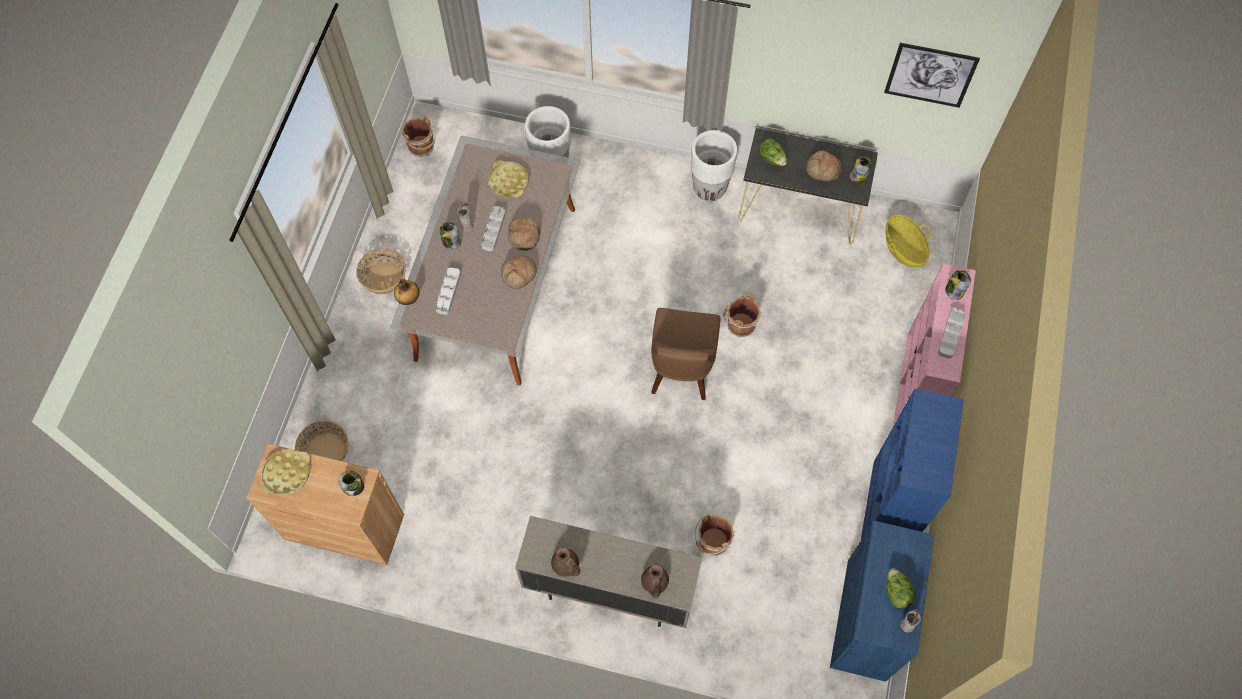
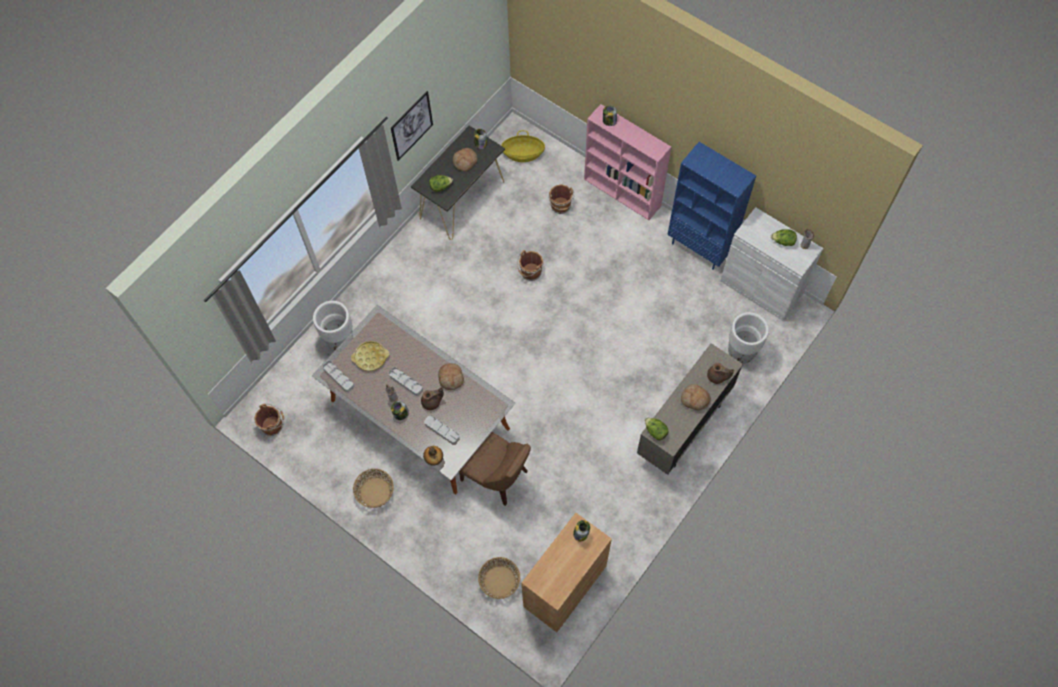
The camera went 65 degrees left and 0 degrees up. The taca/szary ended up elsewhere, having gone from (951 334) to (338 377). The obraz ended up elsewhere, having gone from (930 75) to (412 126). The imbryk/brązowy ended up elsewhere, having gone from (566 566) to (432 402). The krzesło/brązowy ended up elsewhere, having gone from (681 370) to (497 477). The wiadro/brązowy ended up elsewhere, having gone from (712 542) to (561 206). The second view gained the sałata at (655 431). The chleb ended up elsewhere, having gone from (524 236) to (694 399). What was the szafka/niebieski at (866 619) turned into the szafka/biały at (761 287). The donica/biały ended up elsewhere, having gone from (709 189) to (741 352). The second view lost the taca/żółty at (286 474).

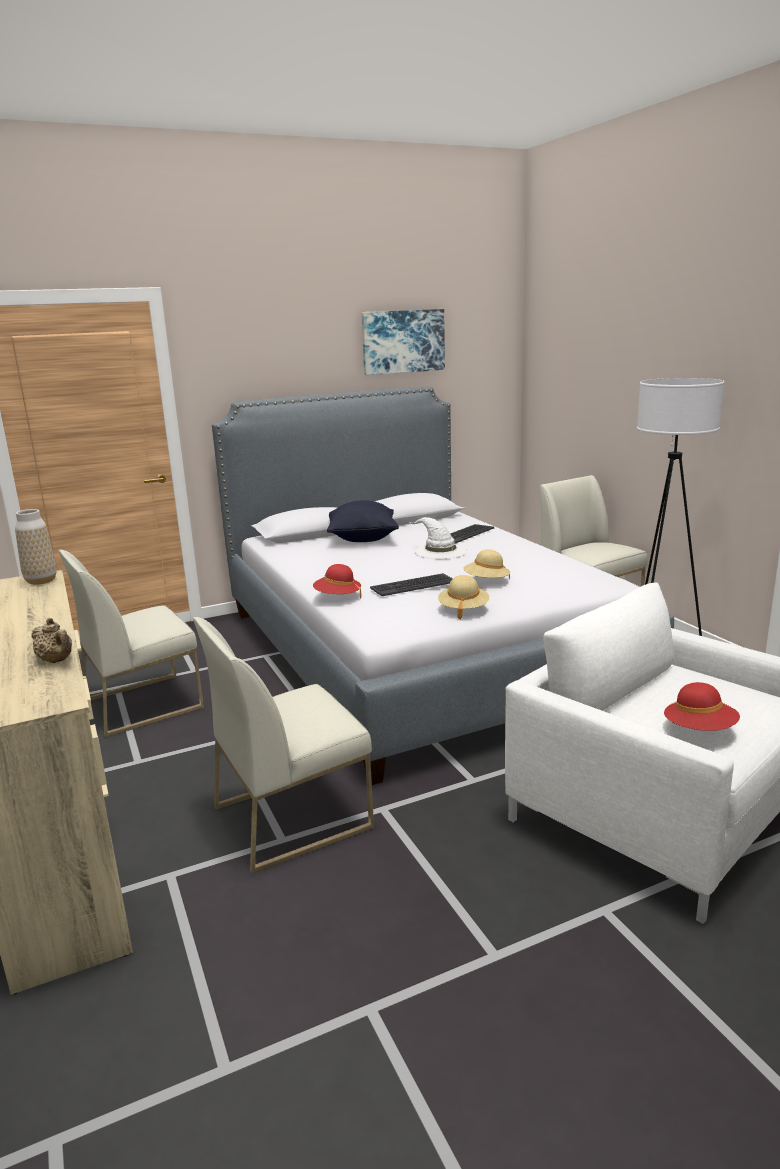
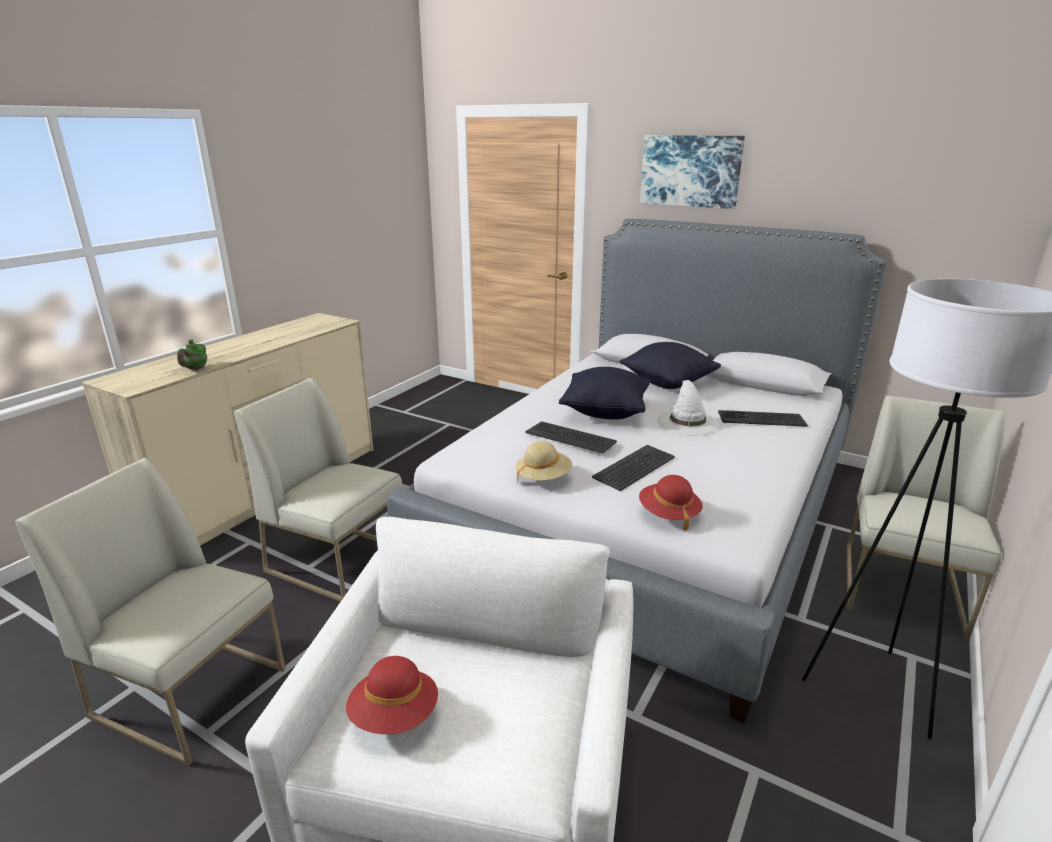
The camera went 55 degrees right and 5 degrees up. The krzesło/biały ended up elsewhere, having gone from (143 703) to (193 691). What was the imbryk/beżowy at (57 661) turned into the imbryk/zielony at (195 369). The second view gained the poduszka/czarny at (605 412). Where the kapelusz/beżowy stood at (486 581), the klawiatura came to stand at (635 468). The kapelusz/czerwony ended up elsewhere, having gone from (337 597) to (668 514). The obraz ended up elsewhere, having gone from (402 341) to (690 171). The second view lost the wazon at (41 581).

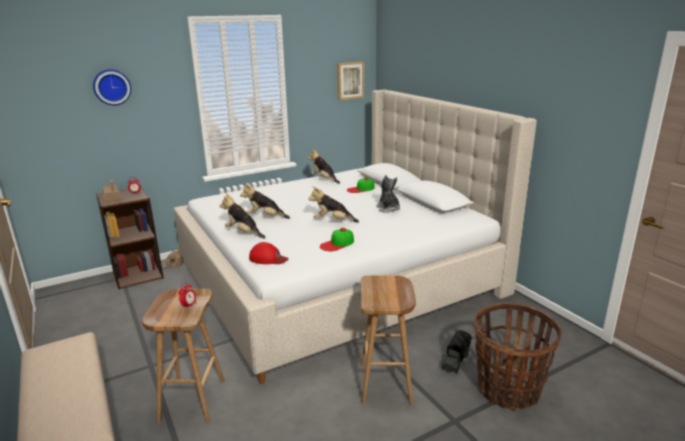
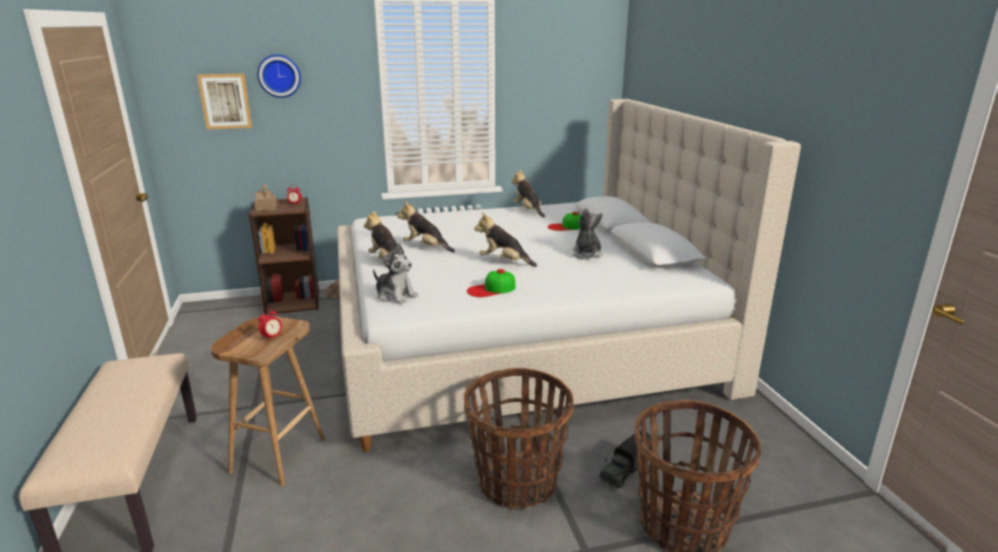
The camera went 15 degrees right and 0 degrees up. The obraz ended up elsewhere, having gone from (350 80) to (225 101). Where the czapka z daszkiem/czerwony stood at (268 258), the pluszak came to stand at (395 295). Where the stołek/brązowy stood at (386 384), the koszyk came to stand at (517 483).

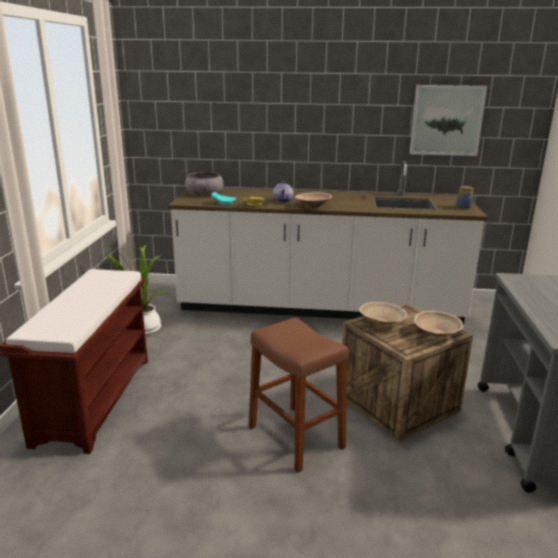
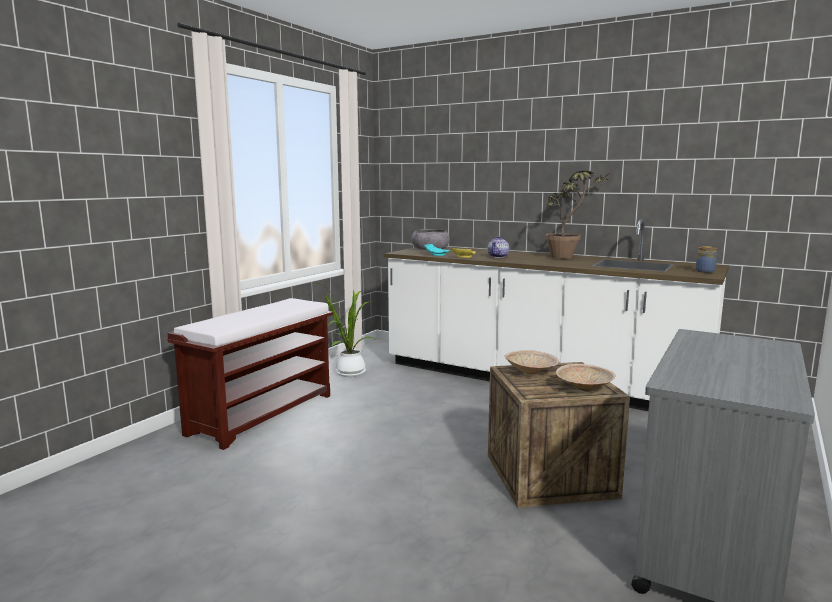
The camera went 25 degrees right and 10 degrees down. The second view gained the roślina doniczkowa at (569 257). The second view lost the stołek/brązowy at (296 437). The second view lost the miska/beżowy at (312 206). The second view lost the obraz at (446 120).

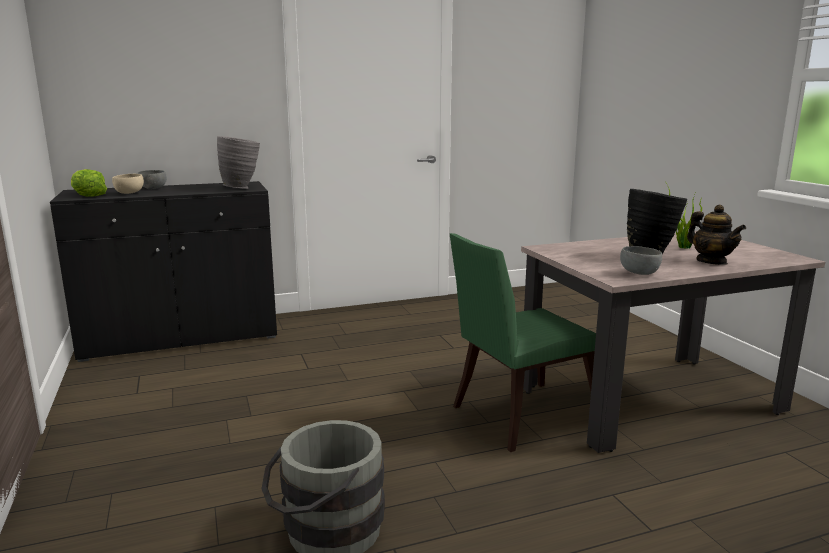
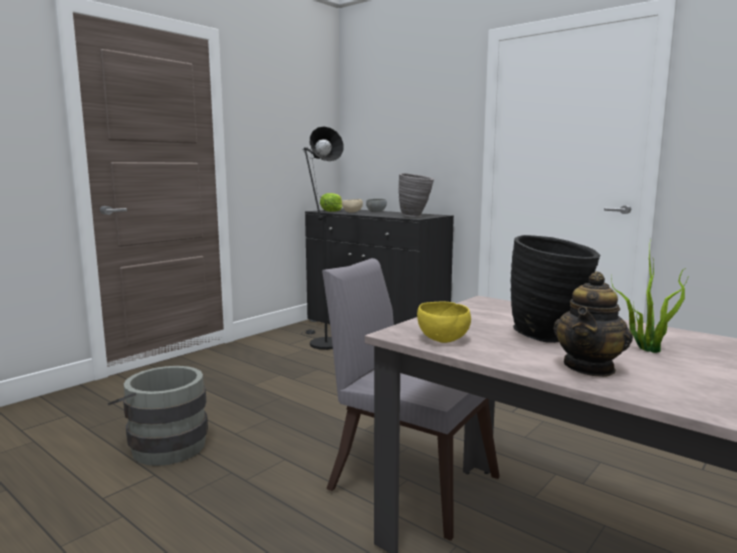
The camera went 60 degrees right and 5 degrees down. The second view gained the lampa stojąca/czarny at (322 342). What was the krzesło/zielony at (517 417) turned into the krzesło/szary at (405 479). What was the miska/szary at (639 273) turned into the miska/żółty at (443 339).

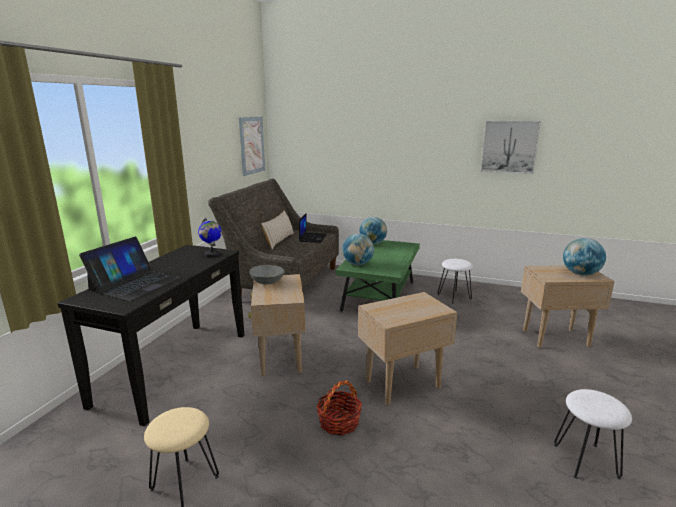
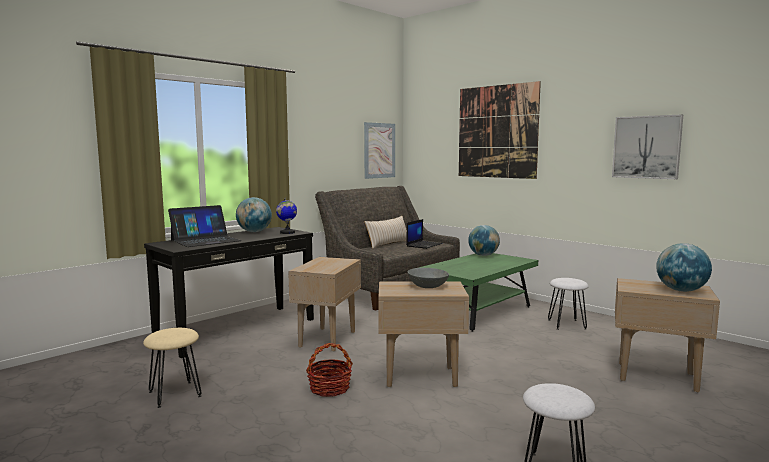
The camera went 25 degrees right and 10 degrees down. The globus ended up elsewhere, having gone from (357 264) to (254 232). The miska/szary ended up elsewhere, having gone from (266 282) to (427 286). The second view gained the obraz at (496 132).

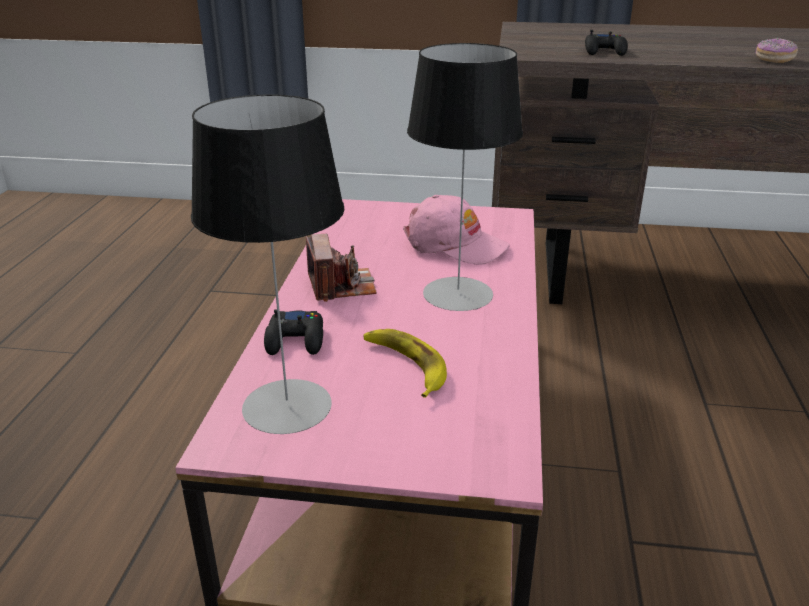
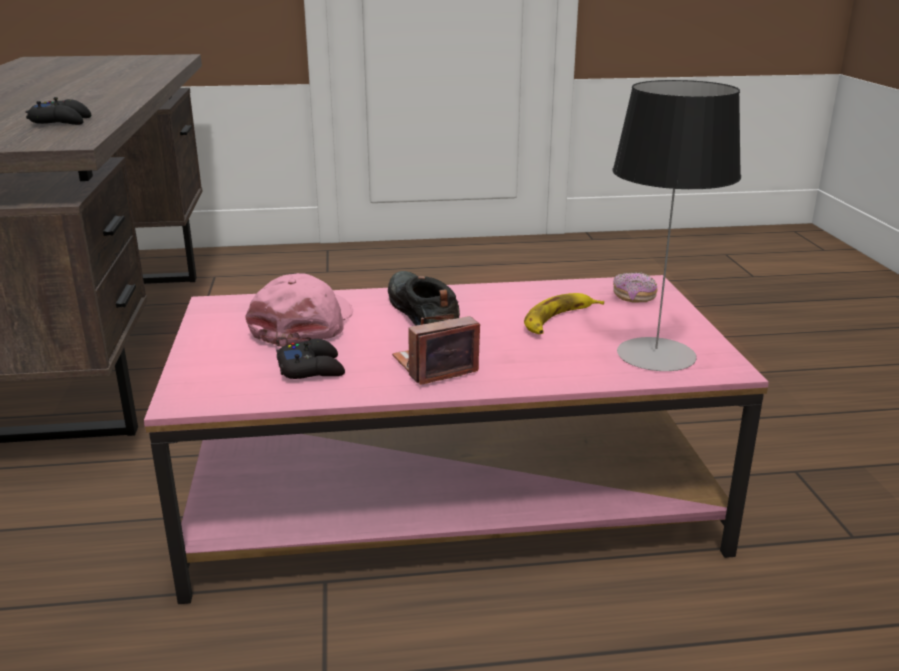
The camera went 105 degrees left and 5 degrees down. The pad do gier/czarny ended up elsewhere, having gone from (296 340) to (311 368). Where the lampa stołowa stood at (458 294), the but/czarny came to stand at (422 313). The donut ended up elsewhere, having gone from (774 60) to (634 297).

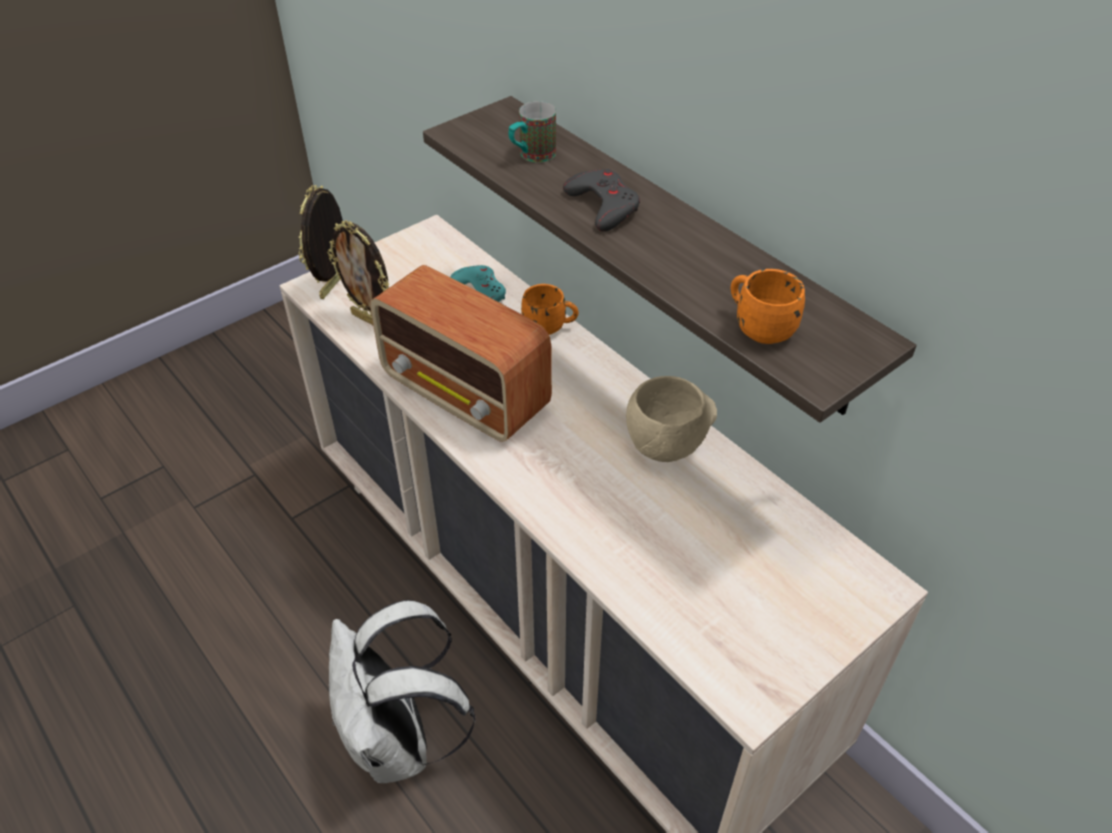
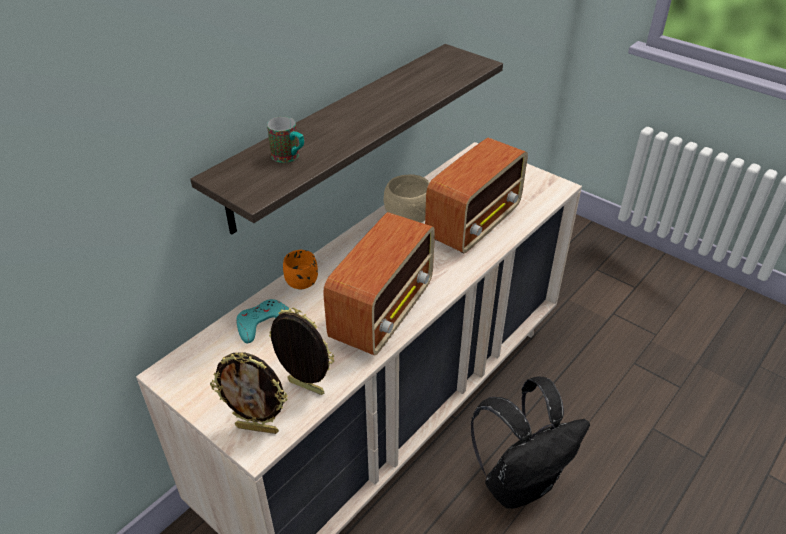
The camera went 100 degrees left and 5 degrees down. The ramka na zdjęcie at (369 320) ended up facing another way, 90 degrees counterclockwise from before. The second view gained the radio at (474 223). What was the plecak/biały at (399 742) turned into the plecak/czarny at (519 482). The second view lost the pad do gier/szary at (603 206). The second view lost the kubek/pomarańczowy at (758 327).

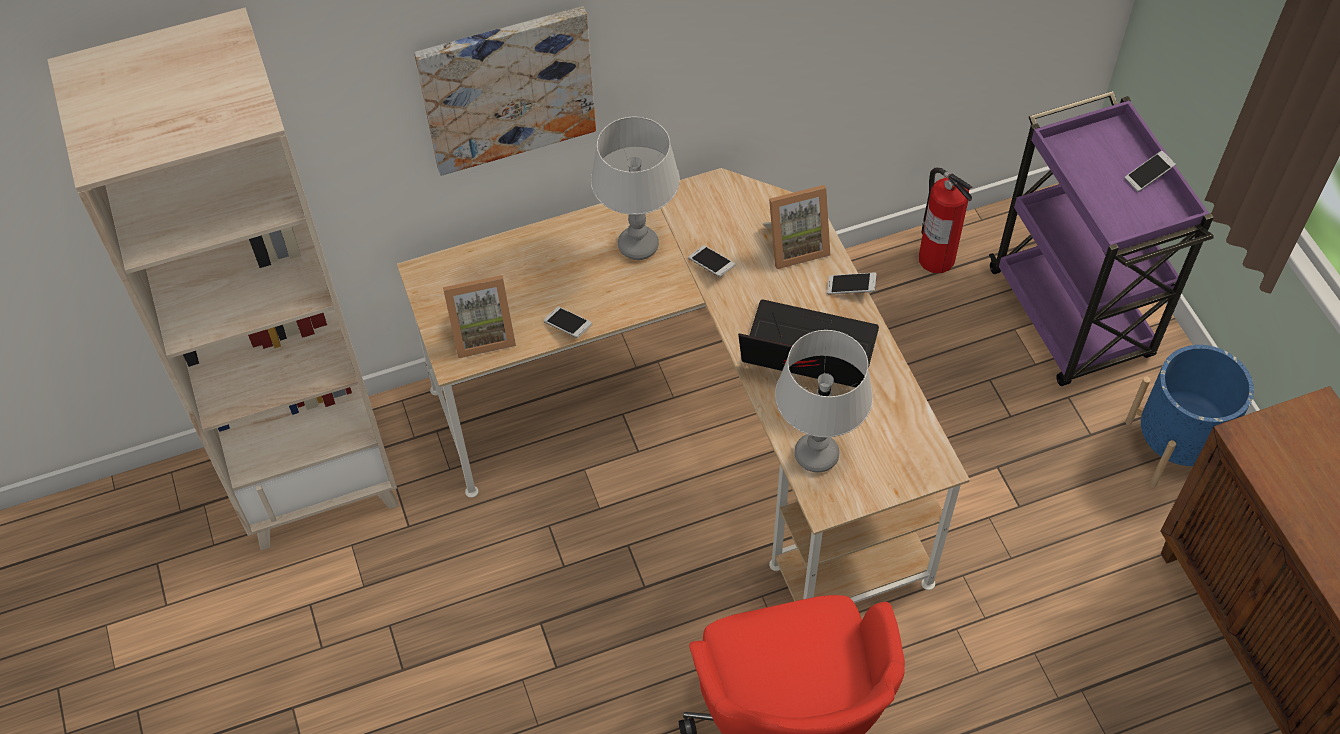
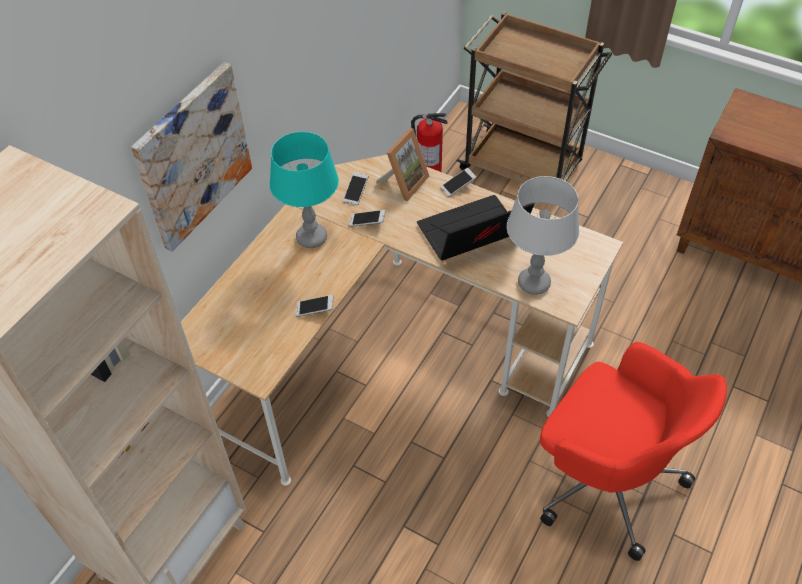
The camera went 40 degrees left and 5 degrees down. What was the lampa stołowa/szary at (638 246) turned into the lampa stołowa/turkusowy at (312 238). The telefon ended up elsewhere, having gone from (1148 176) to (356 192). What was the wózek/fioletowy at (1071 317) turned into the wózek/brązowy at (523 168). The second view lost the ramka na zdjęcie at (482 333). The second view lost the donica/niebieski at (1175 447).

